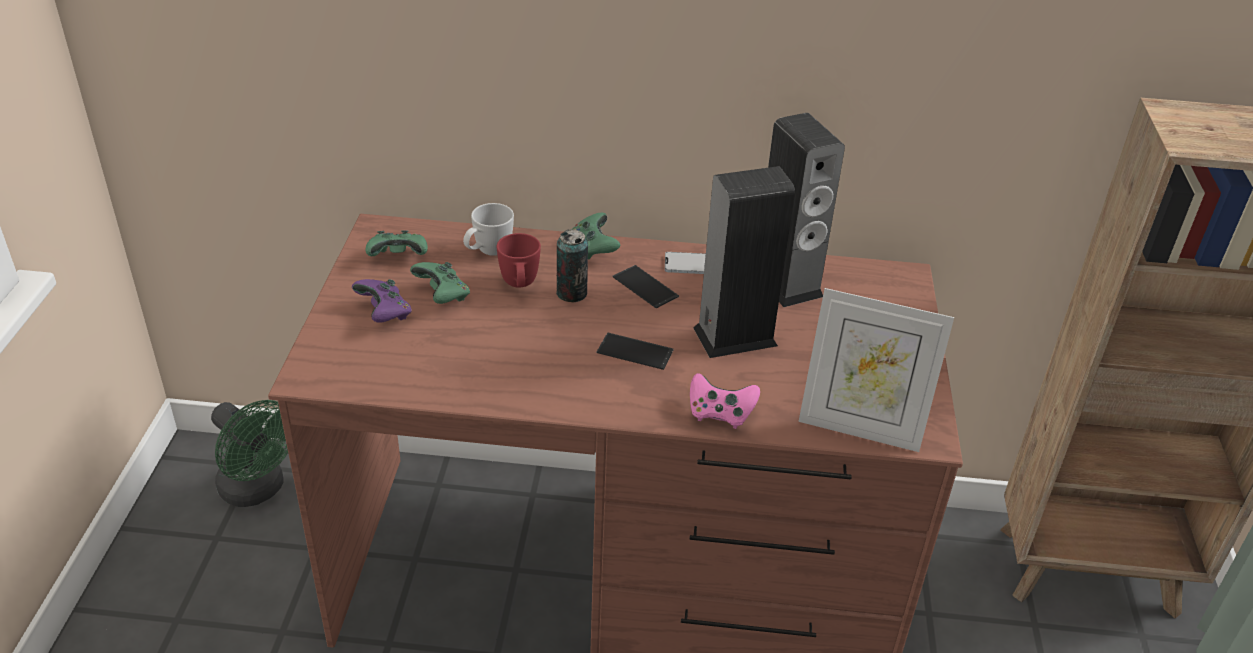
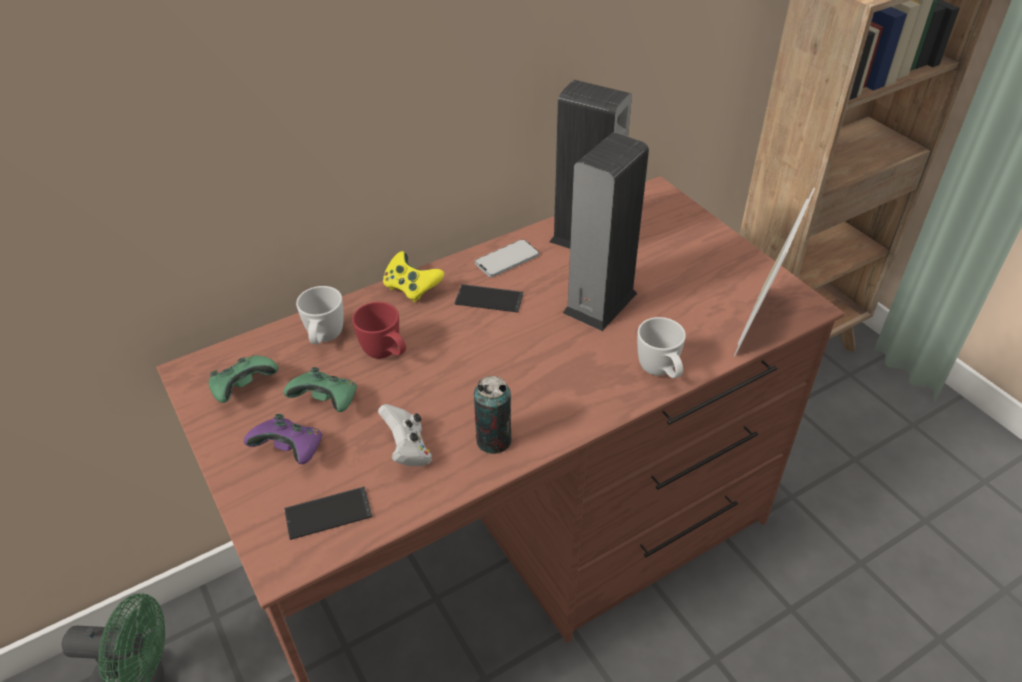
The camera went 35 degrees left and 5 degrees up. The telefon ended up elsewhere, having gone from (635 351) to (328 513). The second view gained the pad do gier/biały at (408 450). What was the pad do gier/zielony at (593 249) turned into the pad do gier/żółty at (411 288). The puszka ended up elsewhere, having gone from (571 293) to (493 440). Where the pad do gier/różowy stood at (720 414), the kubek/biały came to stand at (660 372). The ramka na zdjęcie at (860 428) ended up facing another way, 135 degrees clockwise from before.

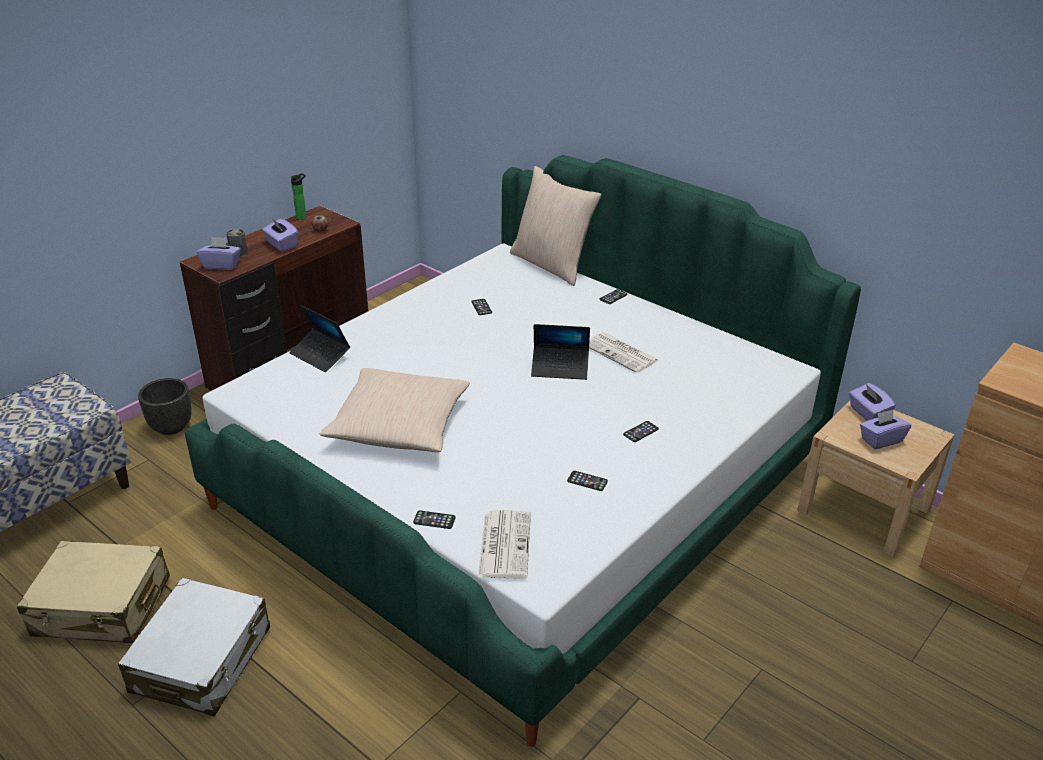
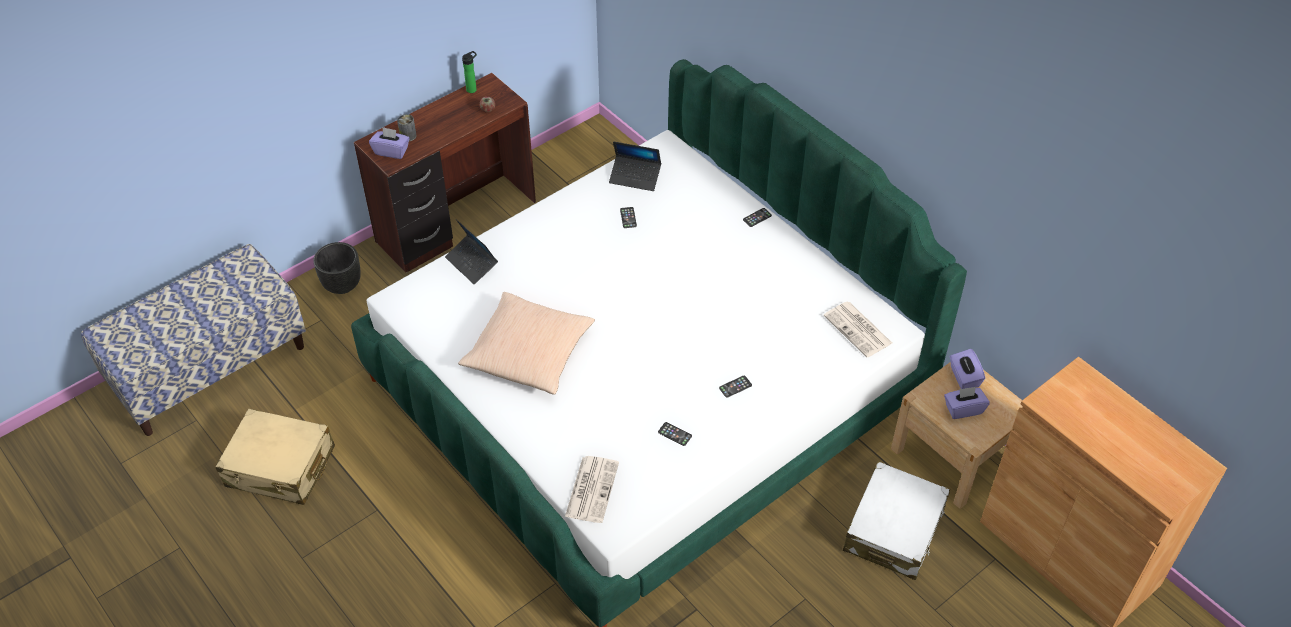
The camera went 10 degrees right and 15 degrees up. The laptop ended up elsewhere, having gone from (560 368) to (635 177). The gazeta ended up elsewhere, having gone from (622 353) to (859 330). The walizka/biały ended up elsewhere, having gone from (202 660) to (894 530). The second view lost the pudełko chusteczek/fioletowy at (281 245). The second view lost the telefon at (434 520). The second view lost the poduszka/beżowy at (552 264).

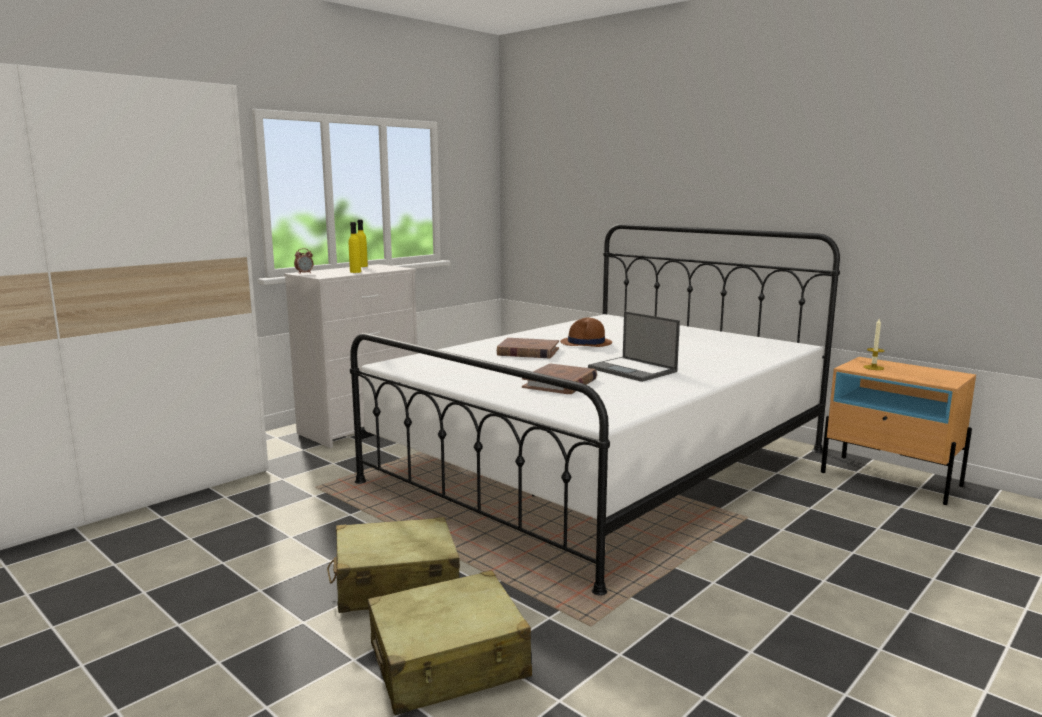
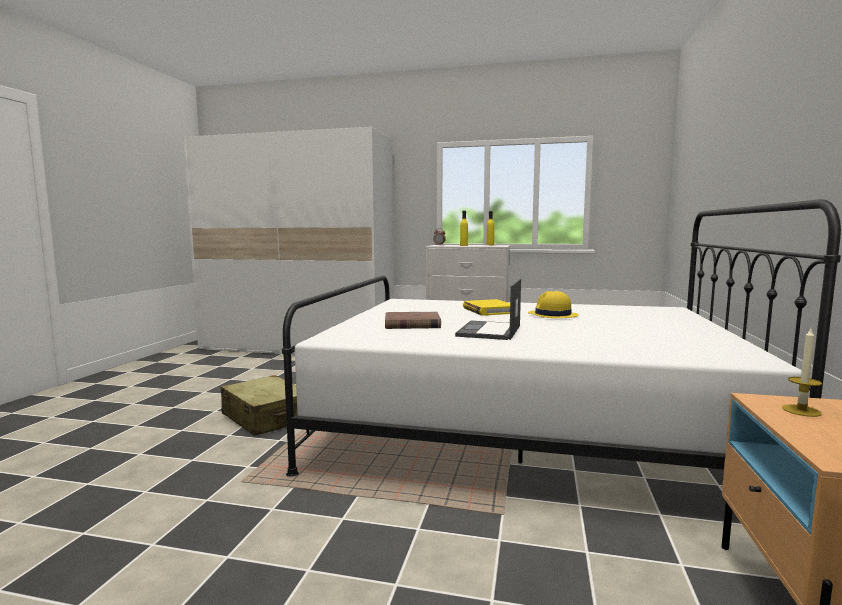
The camera went 60 degrees right and 5 degrees down. What was the książka/brązowy at (528 352) turned into the książka/żółty at (489 310). What was the kapelusz/brązowy at (586 343) turned into the kapelusz/żółty at (552 315). The second view lost the walizka/beżowy at (449 662).

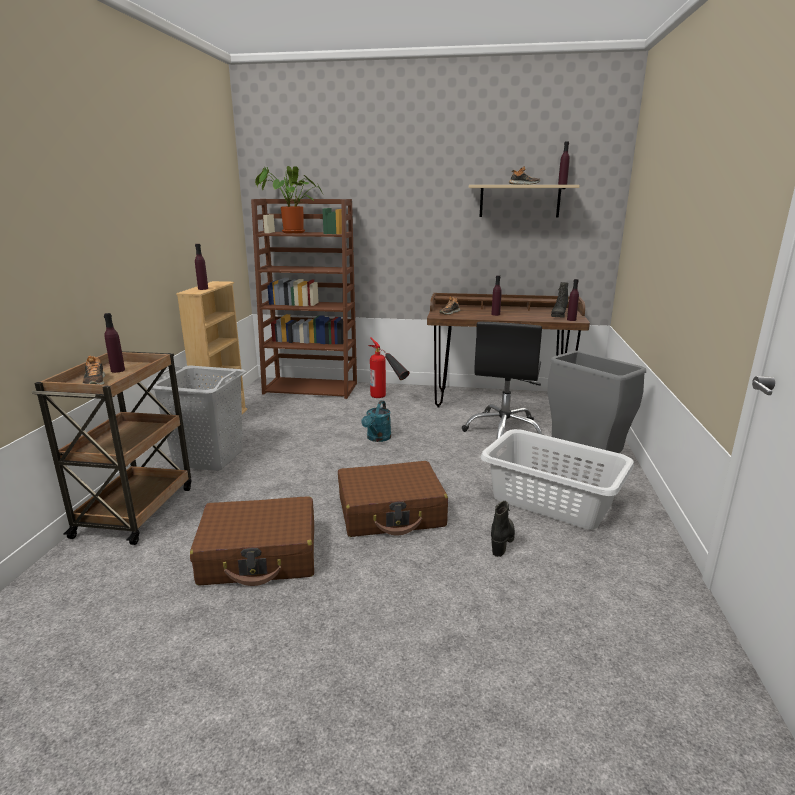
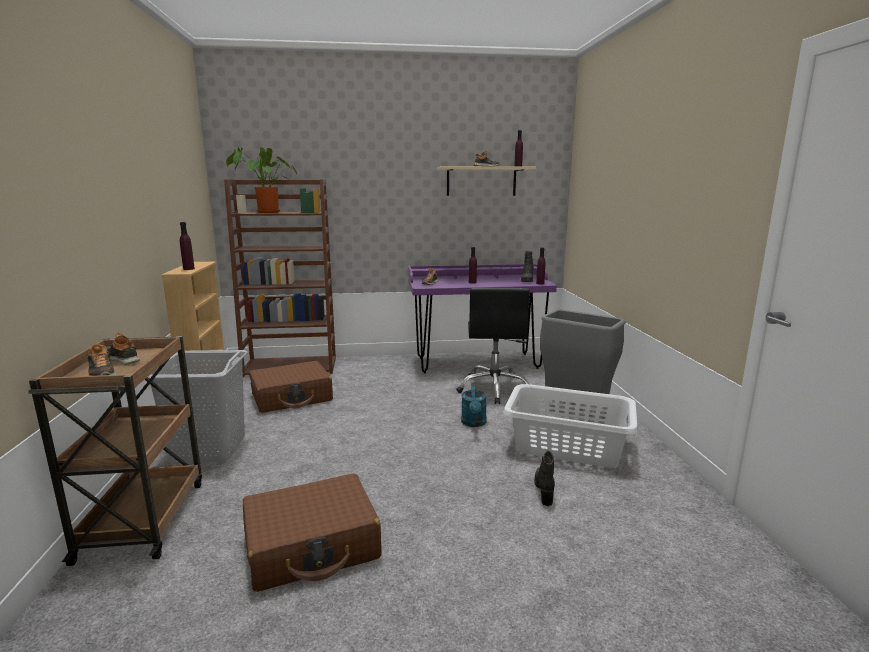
The camera went 15 degrees left and 5 degrees down. Where the butelka/fioletowy stood at (118 370), the but came to stand at (122 359). The walizka/brązowy ended up elsewhere, having gone from (391 512) to (292 397). What was the biurko/brązowy at (499 401) turned into the biurko/fioletowy at (477 363). The konewka/turkusowy ended up elsewhere, having gone from (377 438) to (474 423). The second view lost the gaśnica at (387 399).

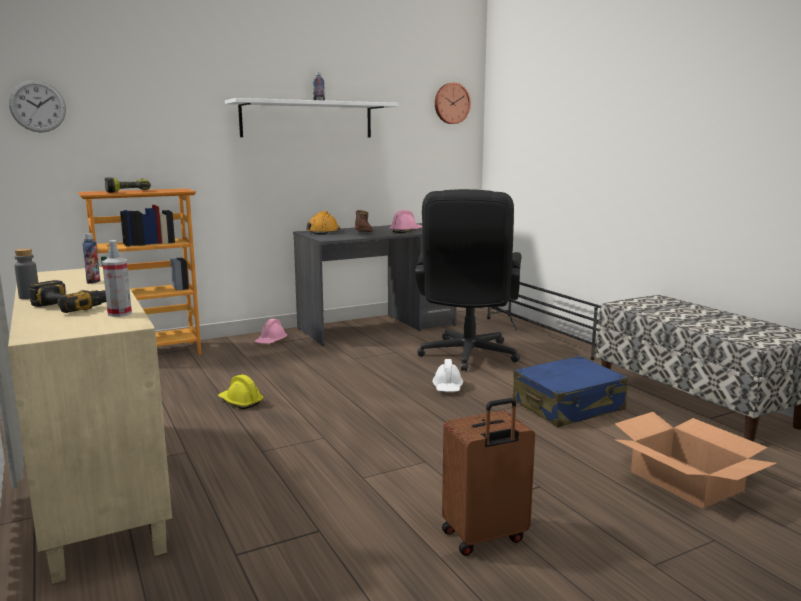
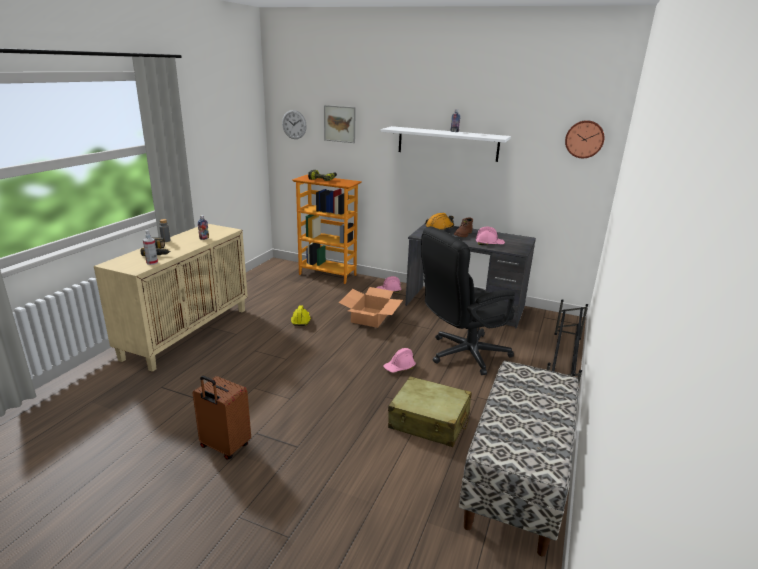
The camera went 50 degrees right and 10 degrees up. The second view gained the obraz at (339 124). The karton ended up elsewhere, having gone from (686 480) to (370 317). What was the kask/biały at (447 387) turned into the kask/różowy at (399 367). What was the walizka/niebieski at (568 406) turned into the walizka/beżowy at (429 421).

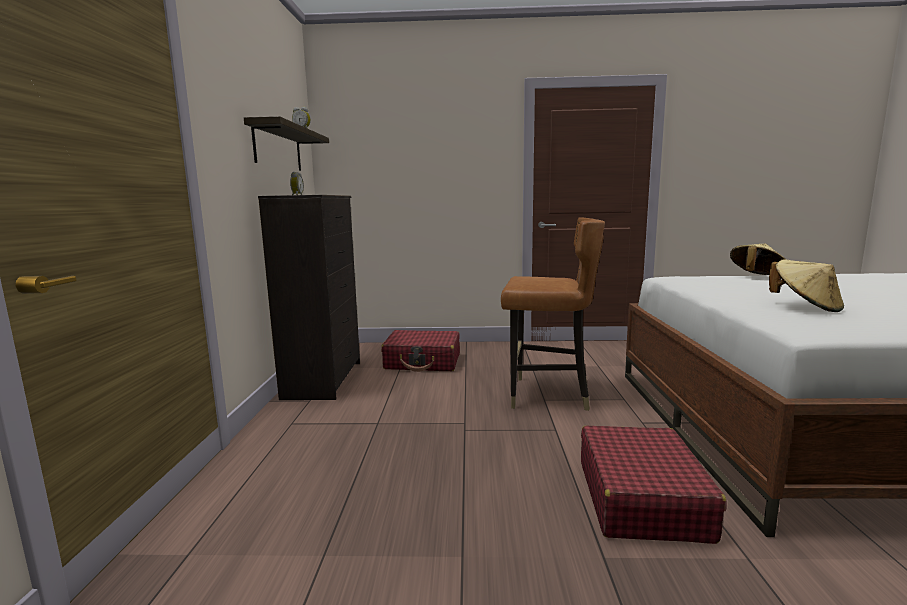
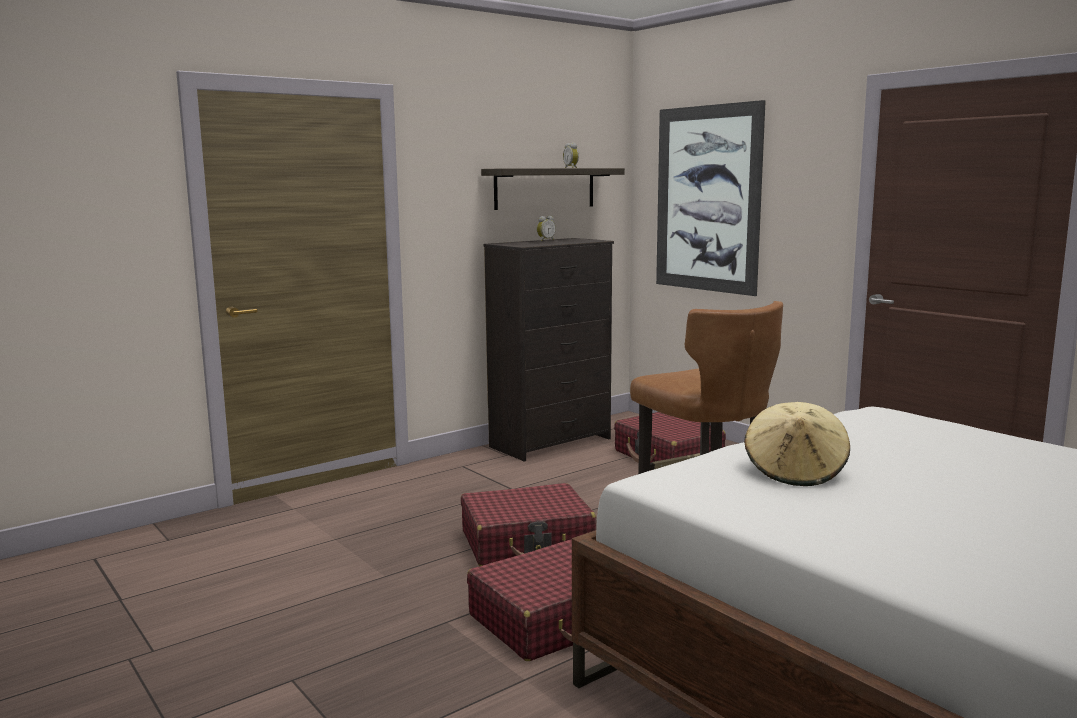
The camera went 50 degrees right and 0 degrees up. The second view gained the walizka/czerwony at (527 543). The second view gained the obraz at (707 199). The second view lost the kapelusz/beżowy at (755 276).

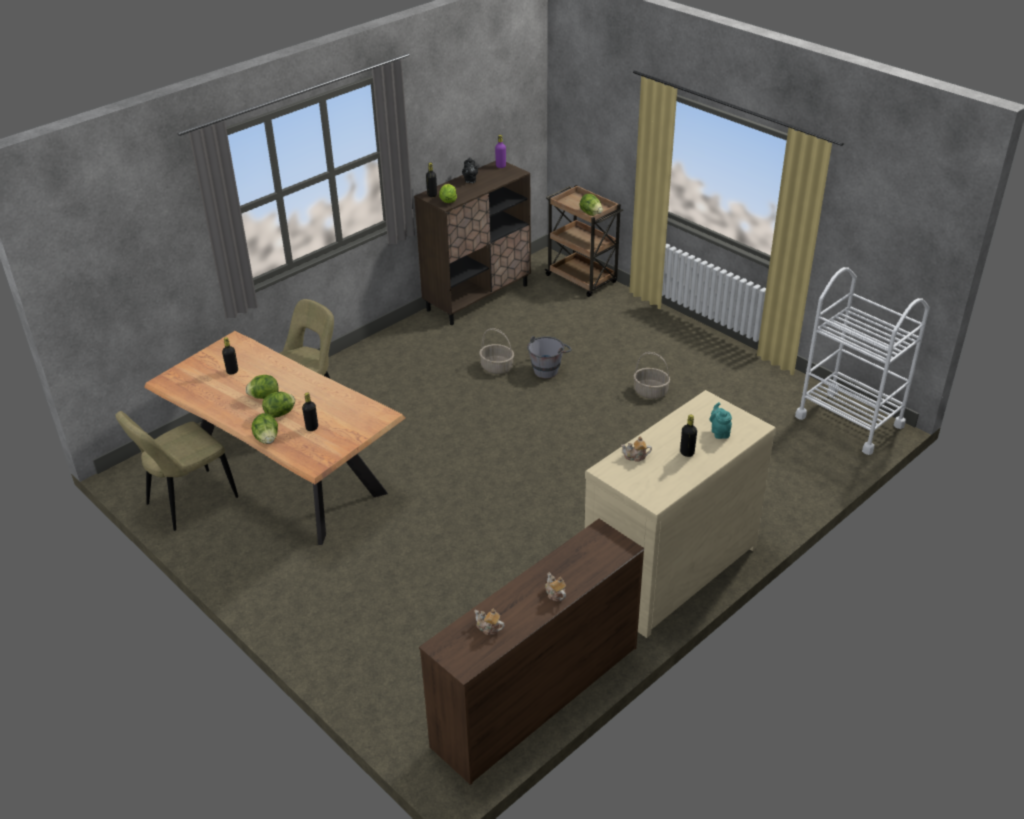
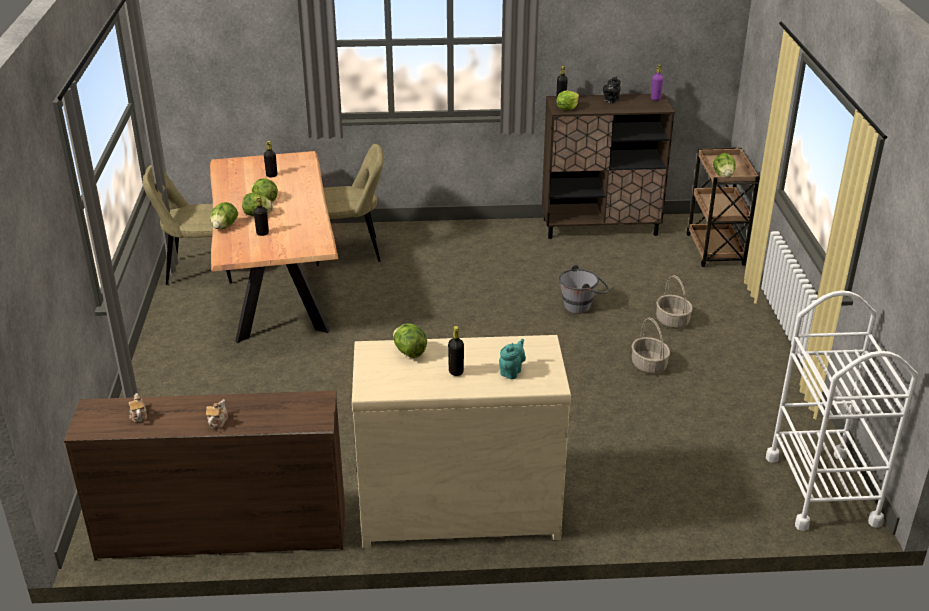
The camera went 40 degrees right and 5 degrees down. Where the imbryk stood at (635 456), the sałata came to stand at (409 352). The koszyk ended up elsewhere, having gone from (497 367) to (672 321).

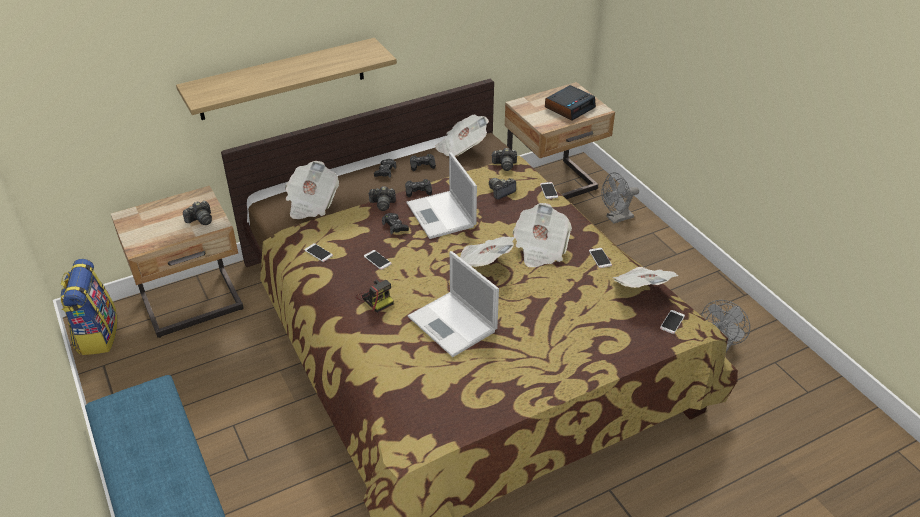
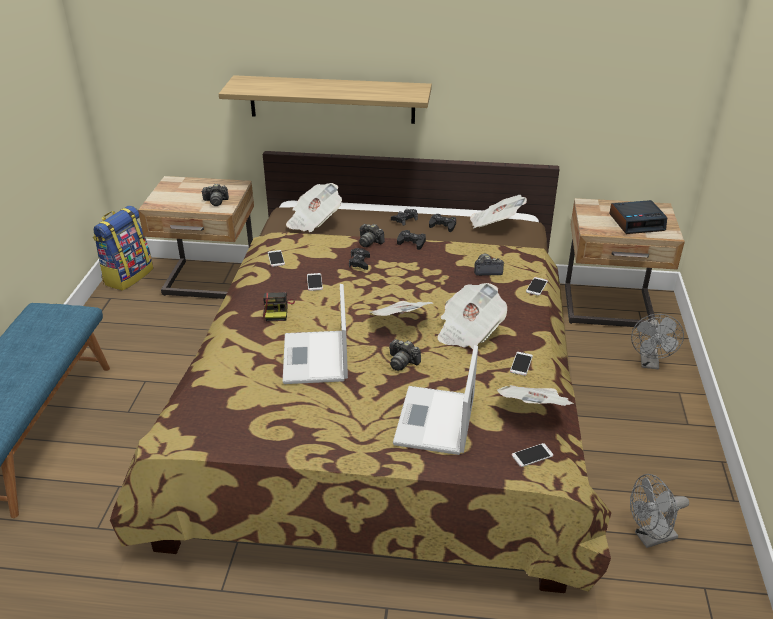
The camera went 35 degrees right and 5 degrees down. The aparat fotograficzny ended up elsewhere, having gone from (504 165) to (402 362). The laptop ended up elsewhere, having gone from (442 216) to (435 422). The wentylator/szary at (616 218) ended up facing another way, 90 degrees counterclockwise from before.

